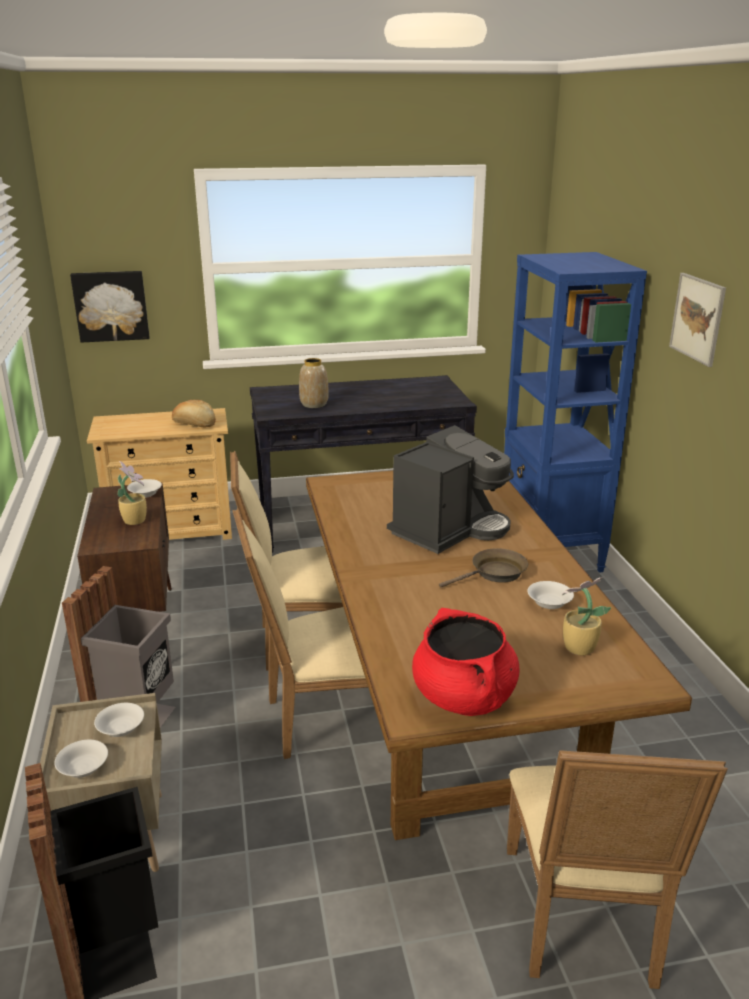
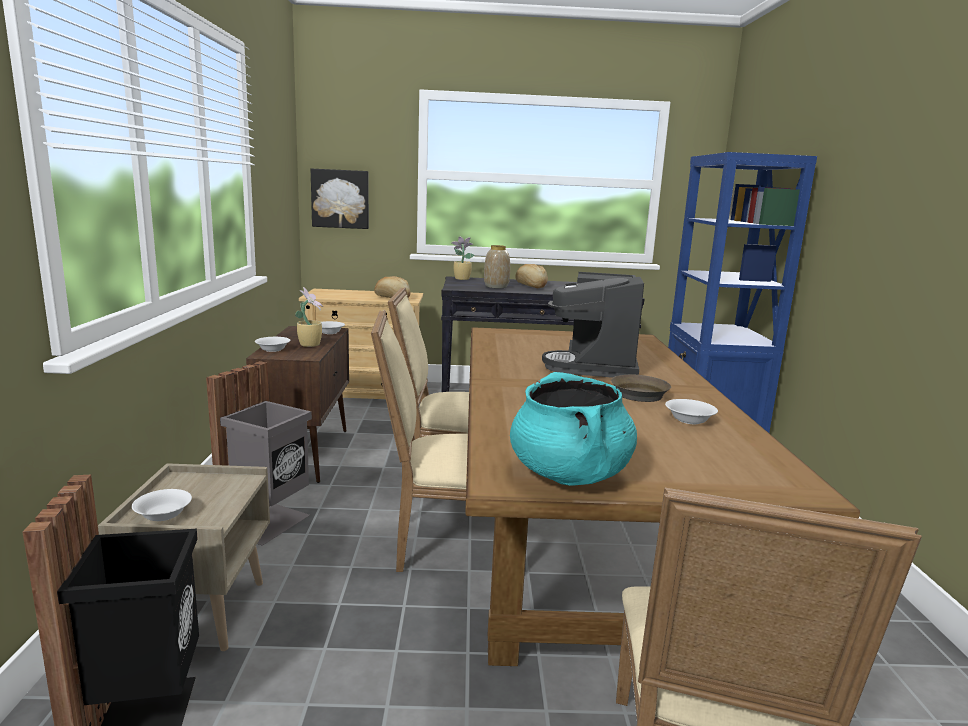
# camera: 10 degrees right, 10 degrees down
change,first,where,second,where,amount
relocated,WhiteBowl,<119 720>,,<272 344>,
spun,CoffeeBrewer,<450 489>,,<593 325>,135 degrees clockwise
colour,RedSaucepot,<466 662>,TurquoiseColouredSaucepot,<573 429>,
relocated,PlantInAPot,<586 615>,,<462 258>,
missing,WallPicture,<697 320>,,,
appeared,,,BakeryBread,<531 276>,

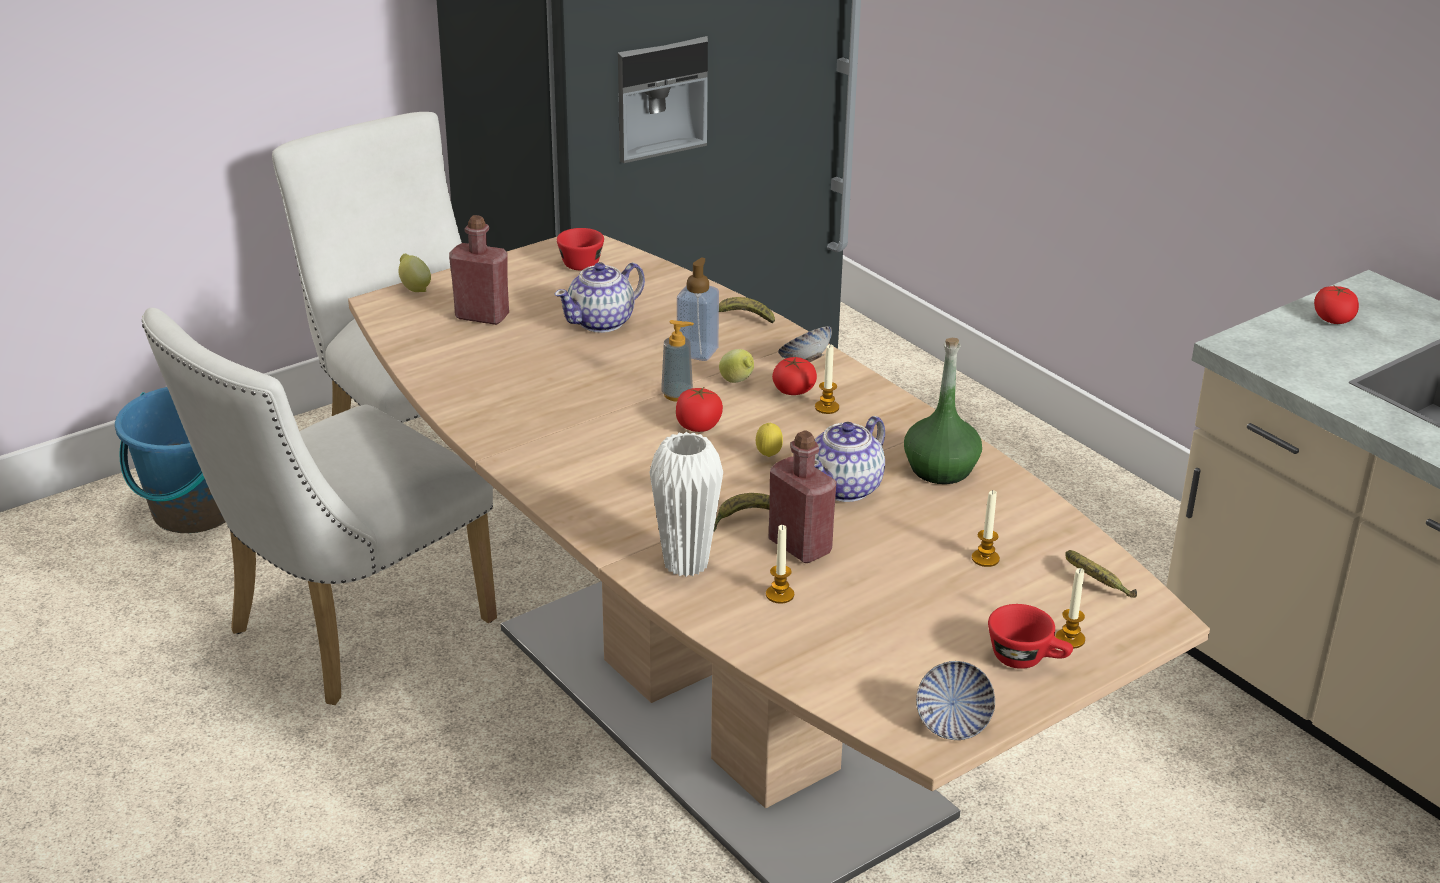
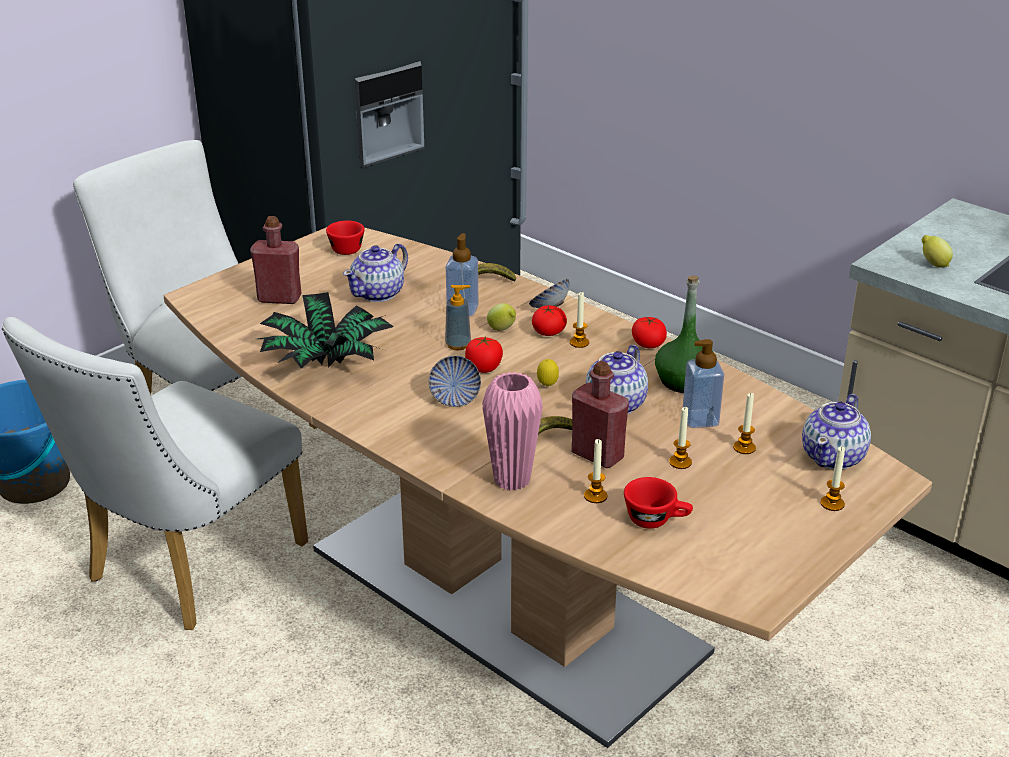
# camera: 10 degrees left, 0 degrees up
change,first,where,second,where,amount
relocated,CitrusFruit,<415 273>,,<937 251>,
colour,WhiteVase,<686 504>,PinkColouredVase,<512 431>,
relocated,Bowl,<955 700>,,<455 381>,
relocated,RedCup,<1030 636>,,<658 503>,
exchanged,WholeBanana,<1101 574>,TeaPot,<836 431>,
relocated,FreshTomato,<1336 305>,,<649 332>,
appeared,,,PlantInAPot,<326 330>,
appeared,,,WaxLight,<680 438>,
appeared,,,LiquidSoapBottle,<703 383>,

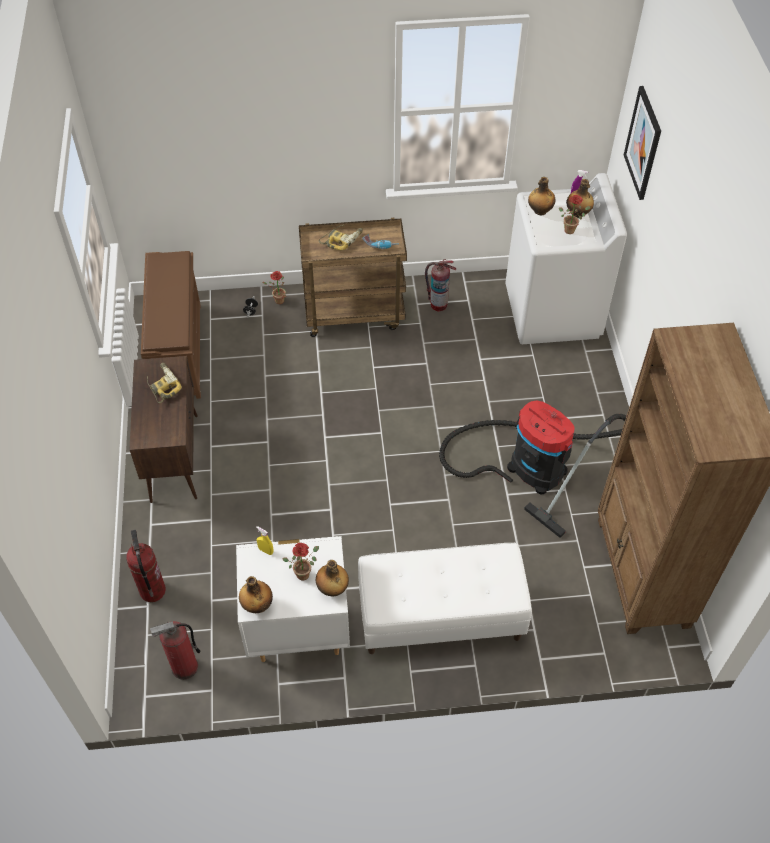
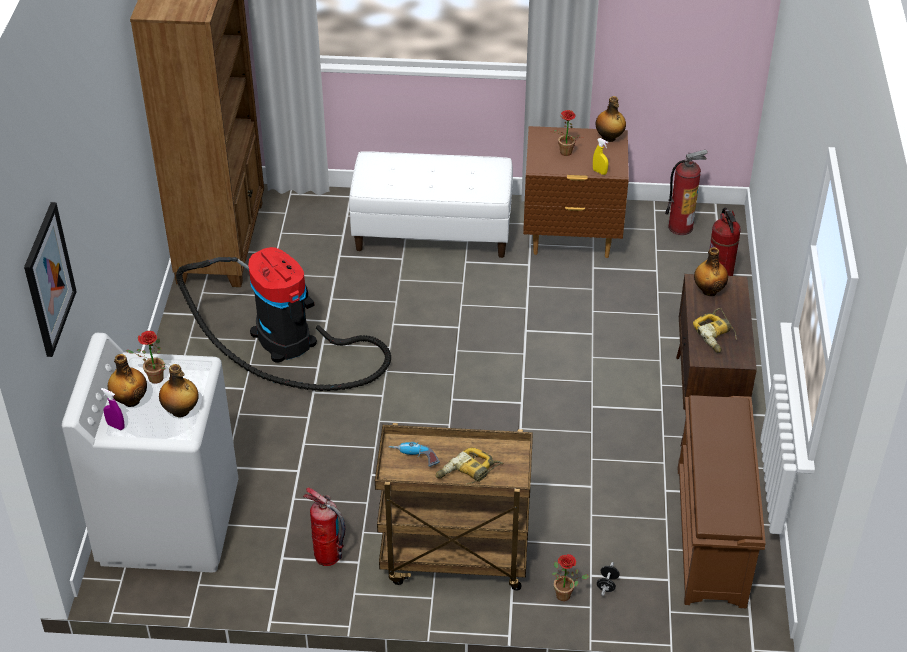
# camera: 170 degrees left, 10 degrees down
change,first,where,second,where,amount
colour,WhiteNightstand,<293 599>,BrownNightstand,<576 192>,
relocated,BeverageBottle,<332 578>,,<711 271>,

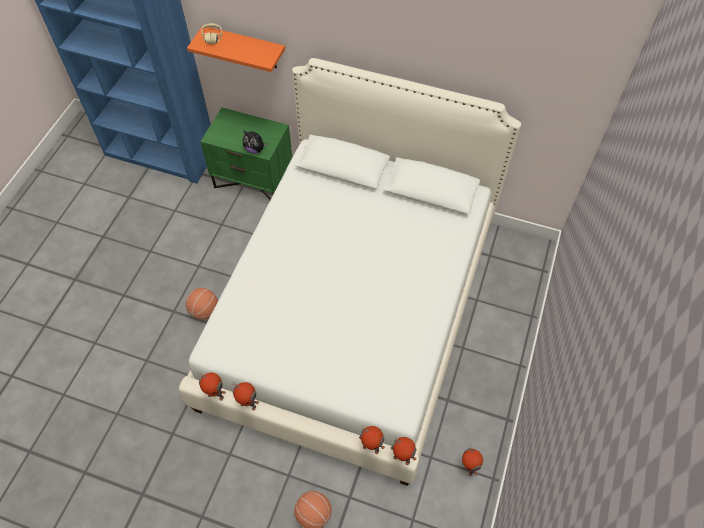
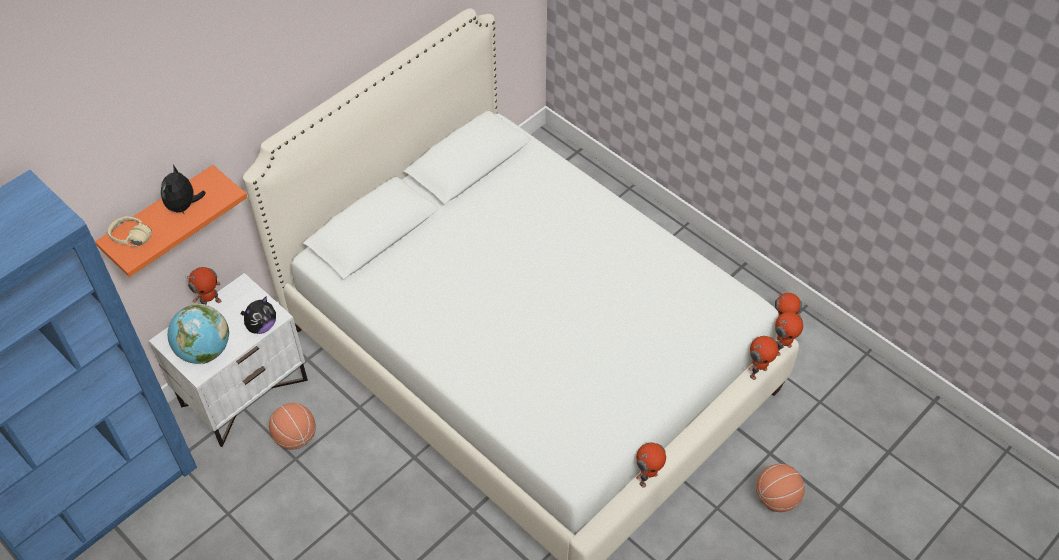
# camera: 65 degrees left, 5 degrees down
change,first,where,second,where,amount
relocated,BallForBasketball,<202 304>,,<292 426>,
relocated,ToyRobot,<212 386>,,<203 285>,
colour,GreenColouredNightstand,<246 153>,WhiteNightstand,<228 360>,
appeared,,,CuddlyToy,<183 189>,
appeared,,,WorldGlobe,<198 334>,

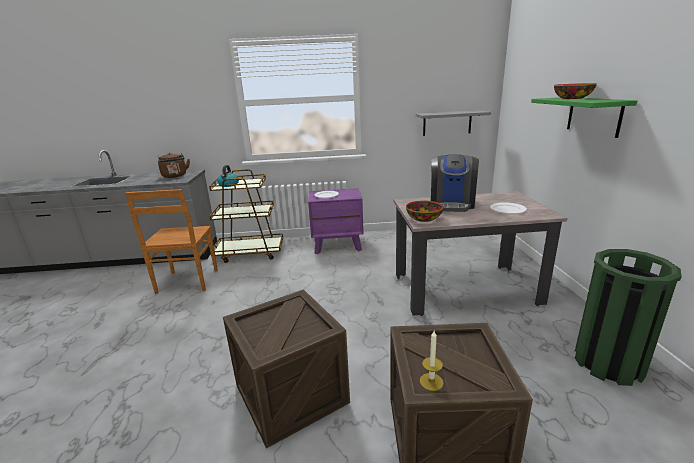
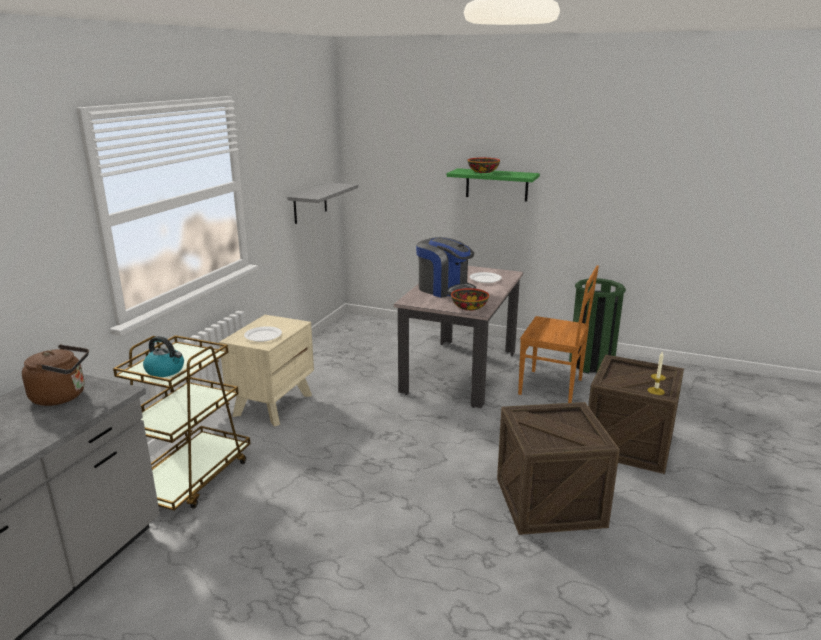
# camera: 65 degrees left, 0 degrees up
change,first,where,second,where,amount
relocated,BrownChair,<171 241>,,<558 334>,
colour,PurplishNightstand,<336 221>,BeigeNightstand,<266 371>,

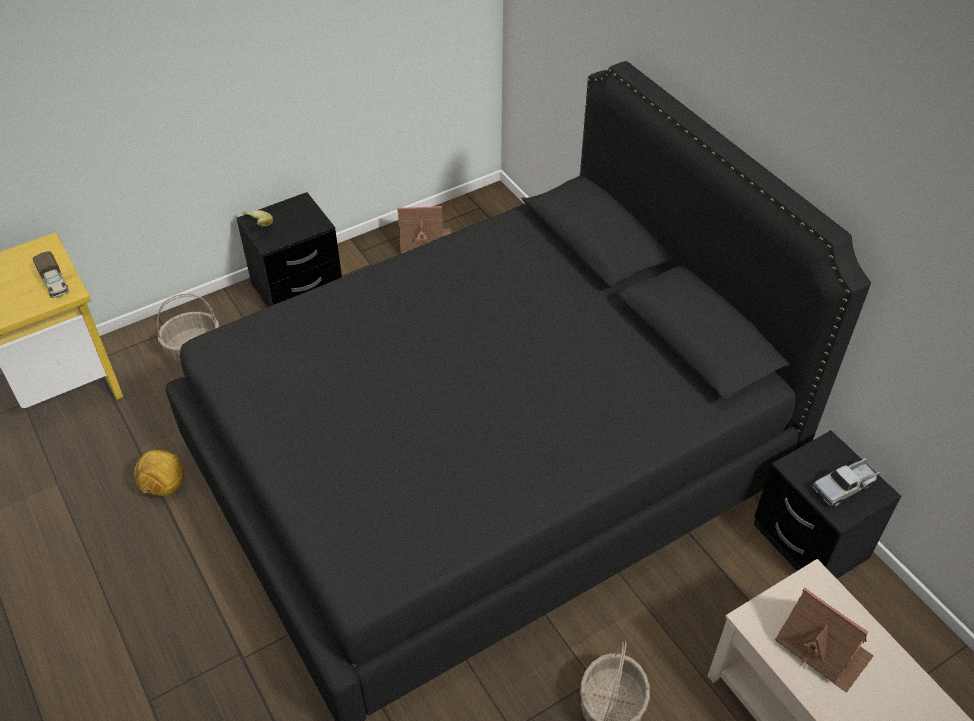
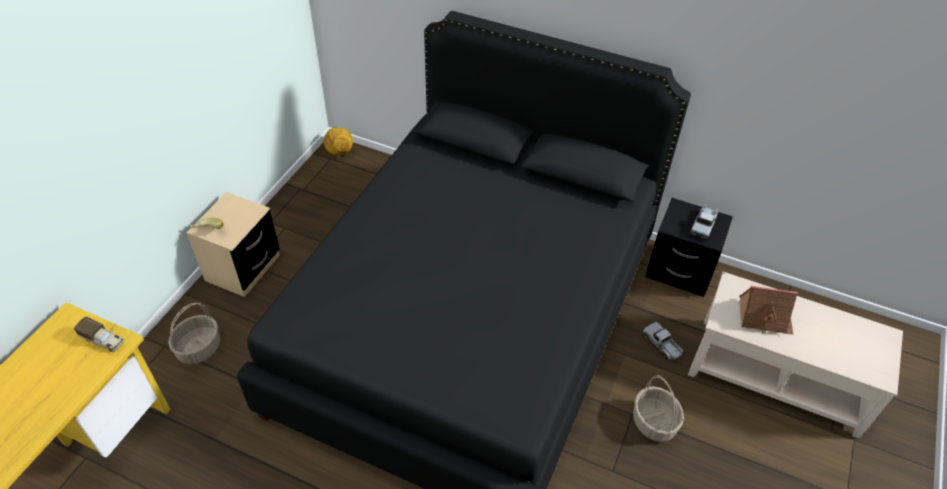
# camera: 35 degrees left, 0 degrees up
change,first,where,second,where,amount
relocated,BallForFootball,<159 472>,,<338 141>,
colour,BlackNightstand,<289 249>,BeigeNightstand,<233 244>,
missing,MiniatureHouse,<424 229>,,,
appeared,,,ModelTruck,<663 341>,

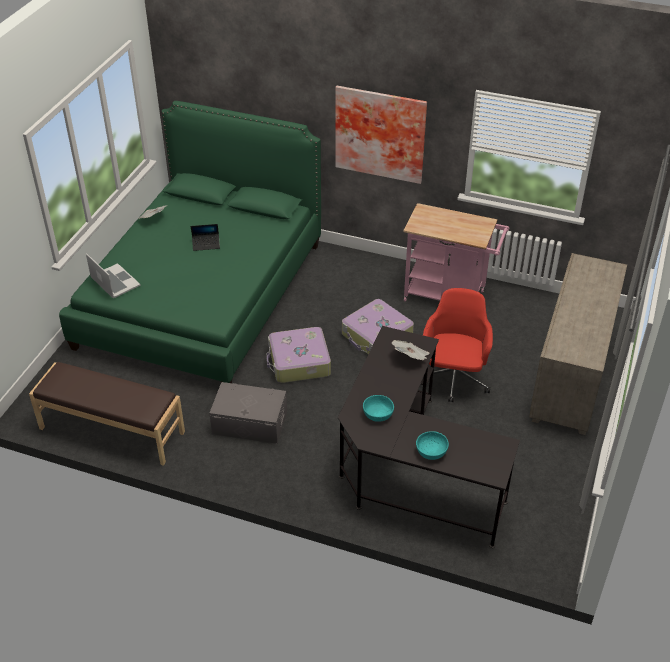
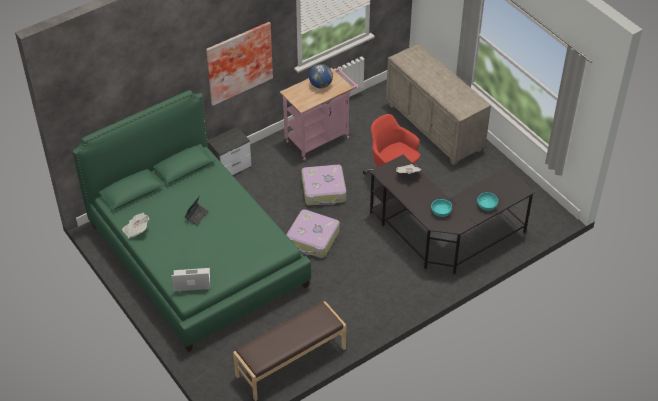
# camera: 55 degrees left, 5 degrees up
change,first,where,second,where,amount
missing,GreyStorageBin,<248 413>,,,
appeared,,,Nightstand,<229 151>,
appeared,,,WorldGlobe,<321 76>,

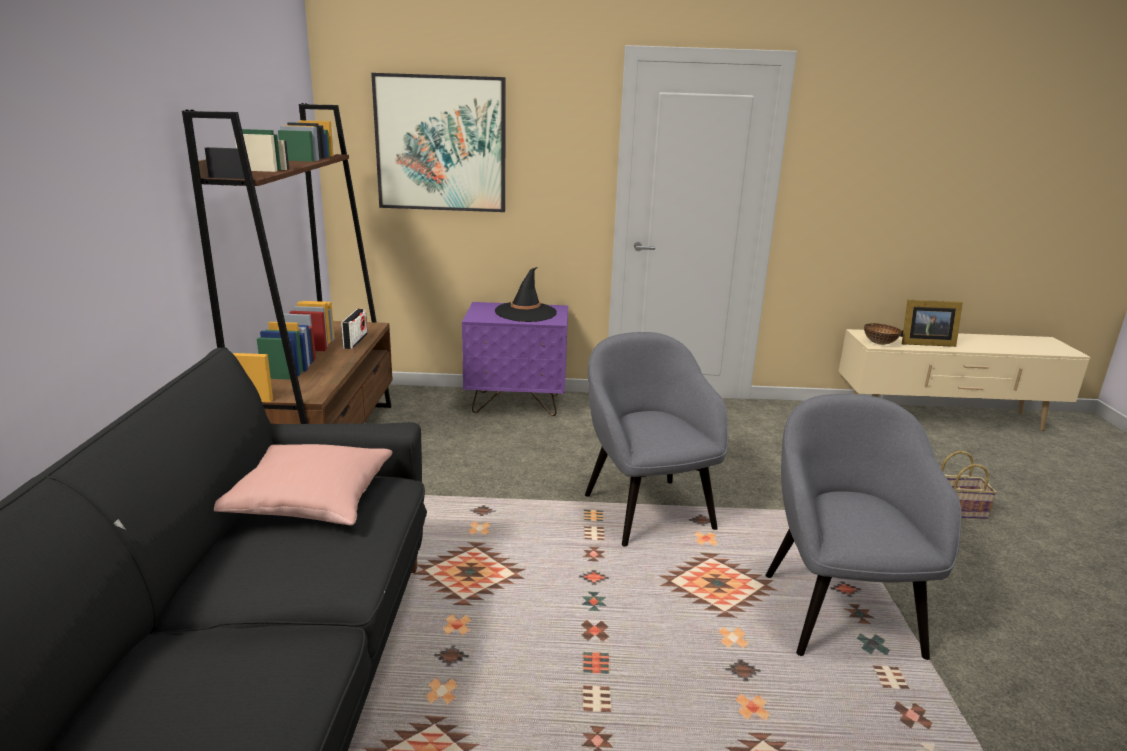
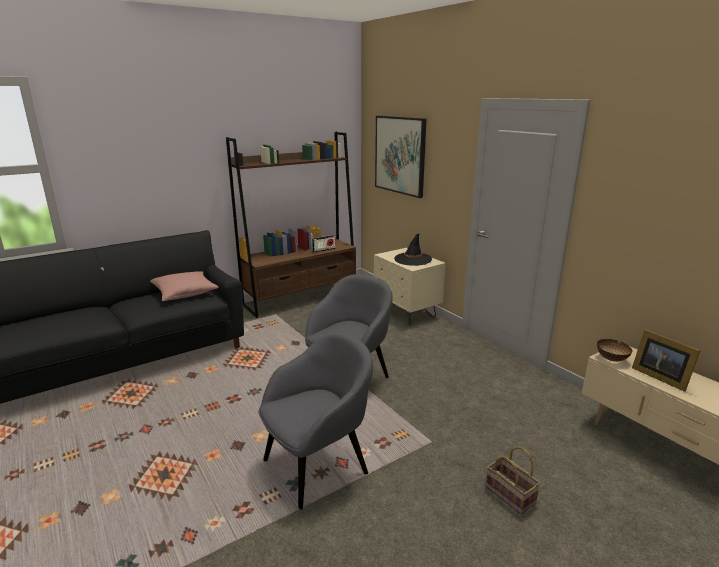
# camera: 55 degrees right, 0 degrees up
change,first,where,second,where,amount
colour,PurplishNightstand,<515 359>,BeigeNightstand,<410 286>,

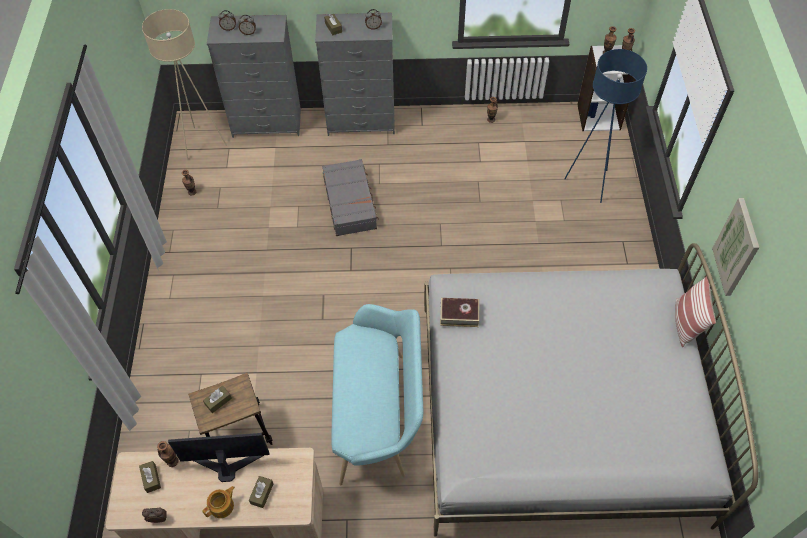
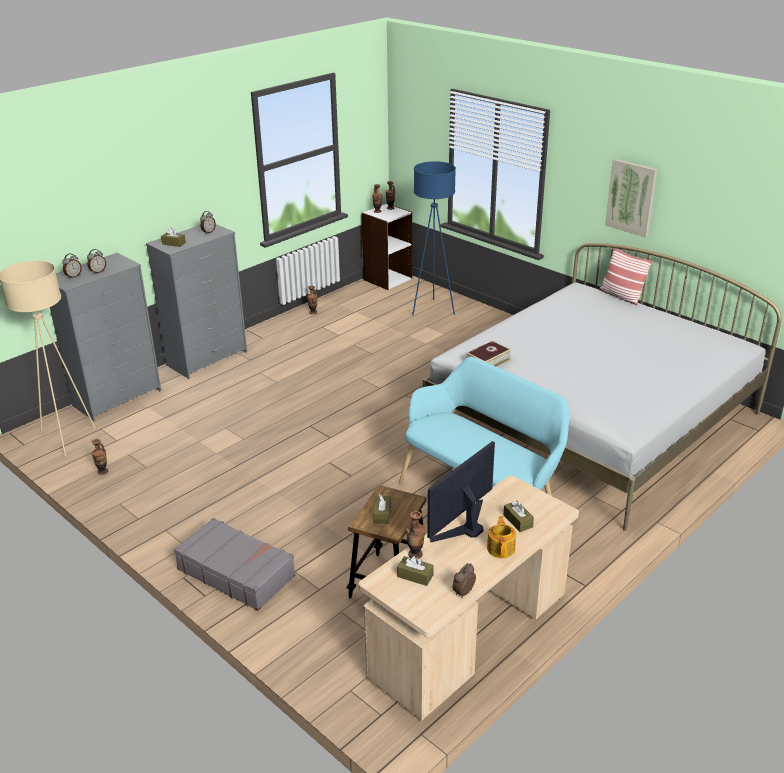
# camera: 45 degrees left, 25 degrees down
change,first,where,second,where,amount
relocated,GreyTravelCase,<350 197>,,<234 564>,

